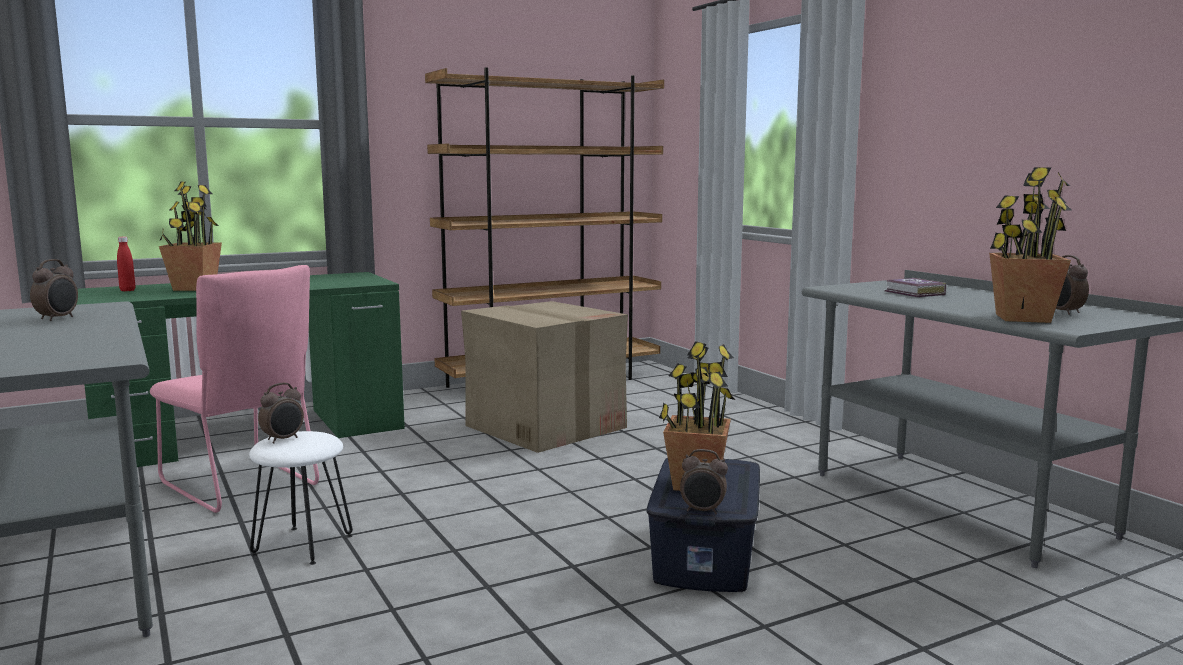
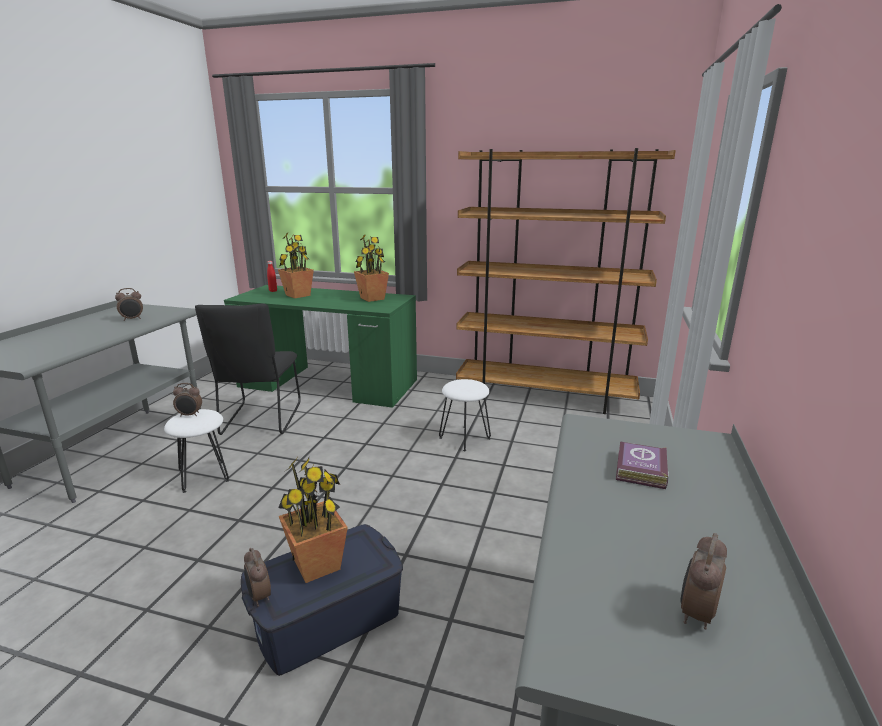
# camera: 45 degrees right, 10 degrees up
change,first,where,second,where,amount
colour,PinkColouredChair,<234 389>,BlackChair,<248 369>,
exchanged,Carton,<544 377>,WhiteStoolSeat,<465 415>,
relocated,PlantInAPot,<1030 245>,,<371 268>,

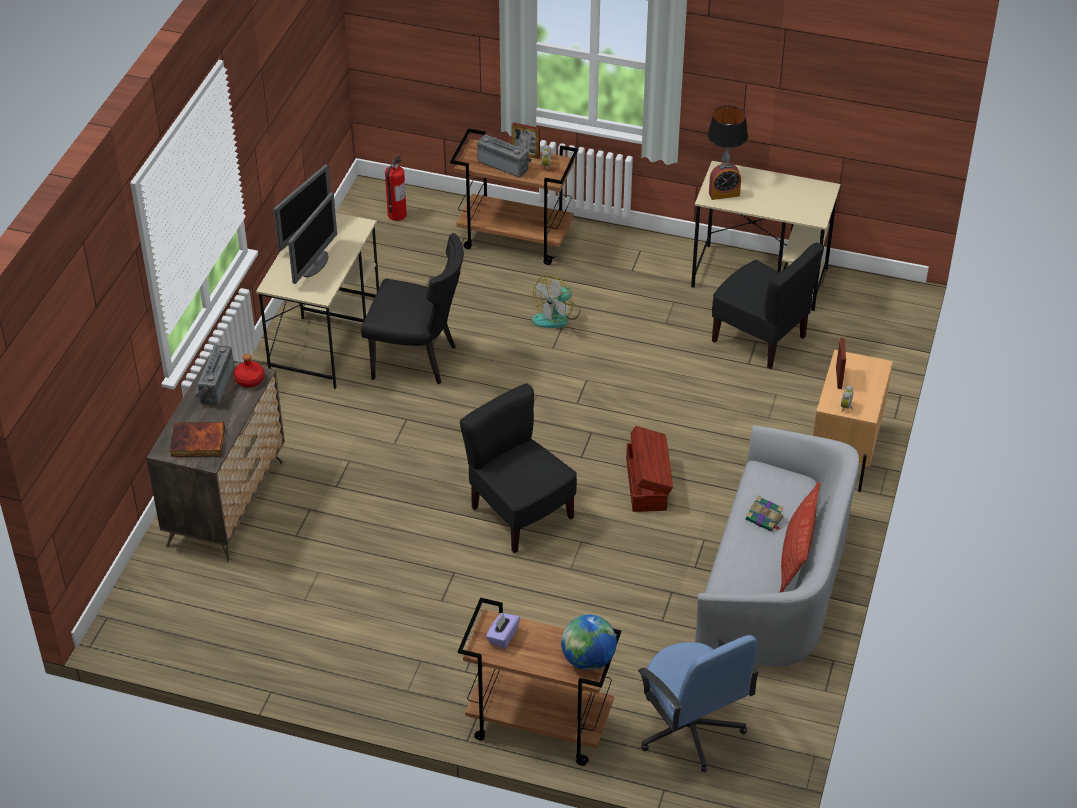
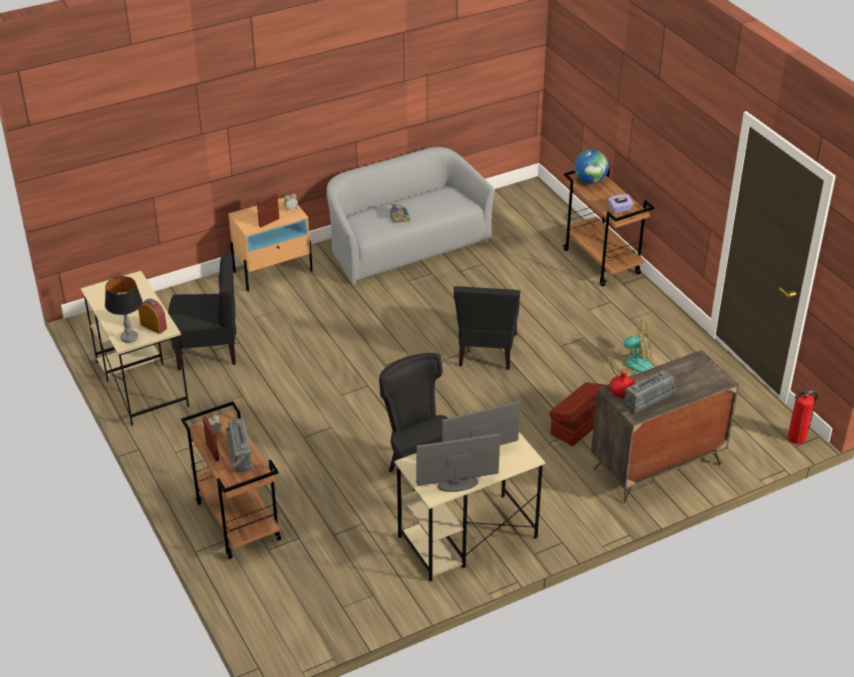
# camera: 135 degrees left, 5 degrees down
change,first,where,second,where,amount
missing,BoundBook,<197 439>,,,
relocated,Extinguisher,<396 187>,,<803 417>,
relocated,ElectricFan,<556 301>,,<631 348>,
relocated,BrownStorageBin,<649 469>,,<577 414>,
missing,BlueColouredOfficeChair,<699 703>,,,
spun,BlackChair,<768 306>,,<202 311>,90 degrees clockwise
missing,Pillow,<799 537>,,,

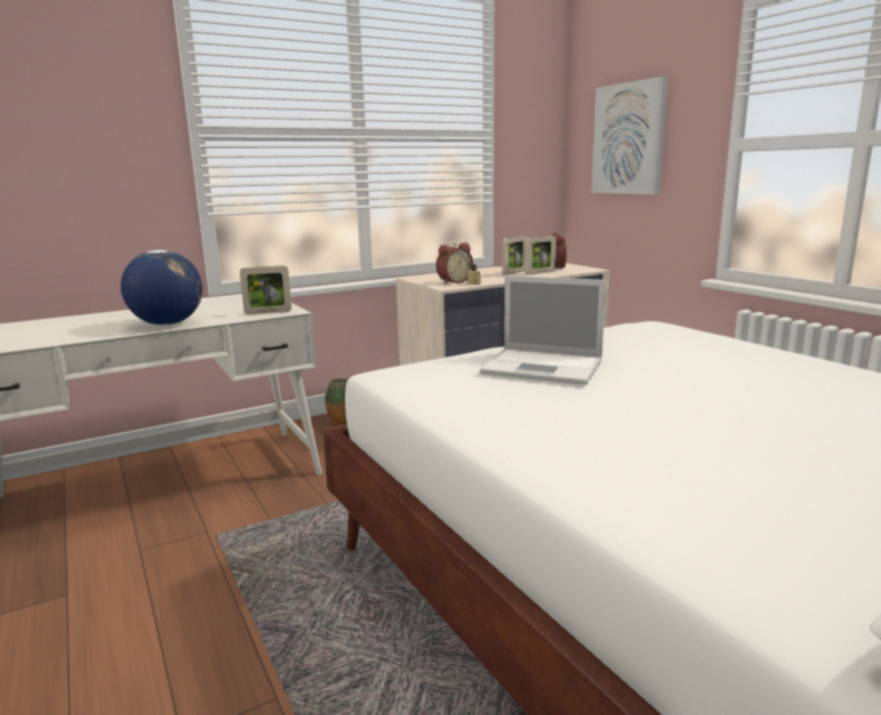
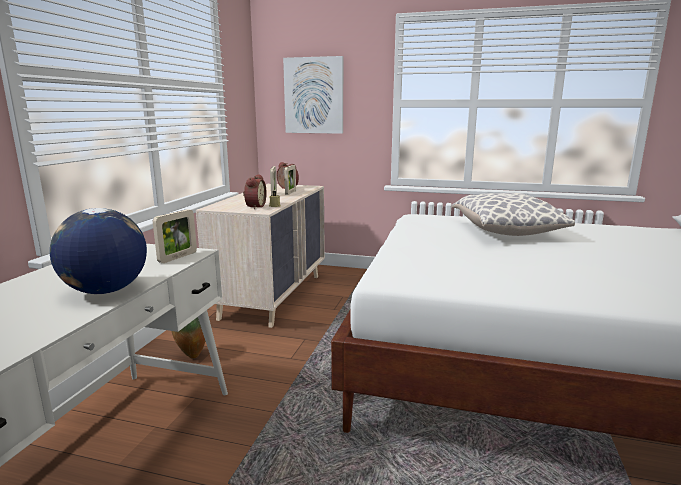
# camera: 45 degrees left, 0 degrees up
change,first,where,second,where,amount
missing,PortableComputer,<543 330>,,,
appeared,,,Pillow,<513 214>,

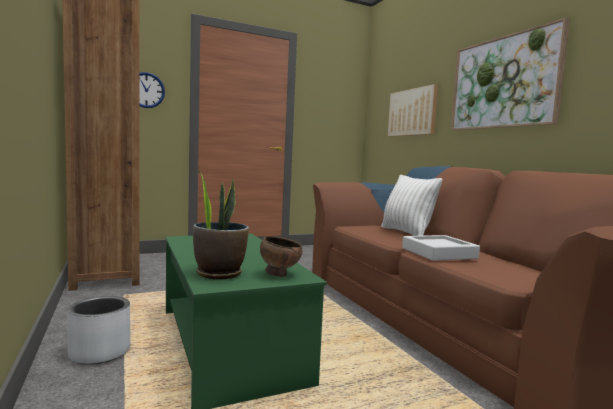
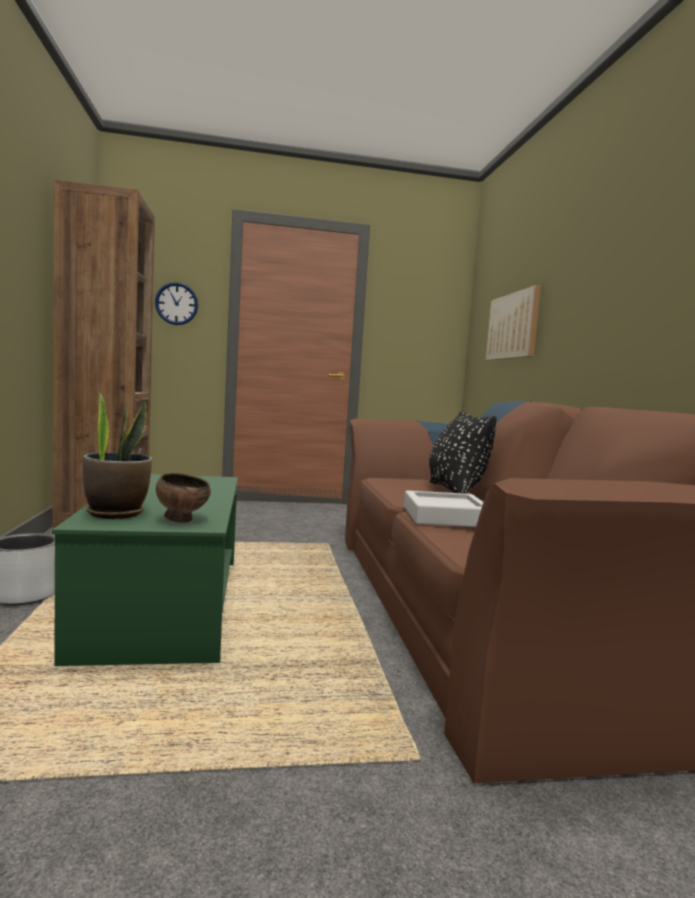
# camera: 15 degrees right, 0 degrees up
change,first,where,second,where,amount
colour,WhitePillow,<411 205>,BlackPillow,<463 452>,
missing,WallPicture,<510 73>,,,

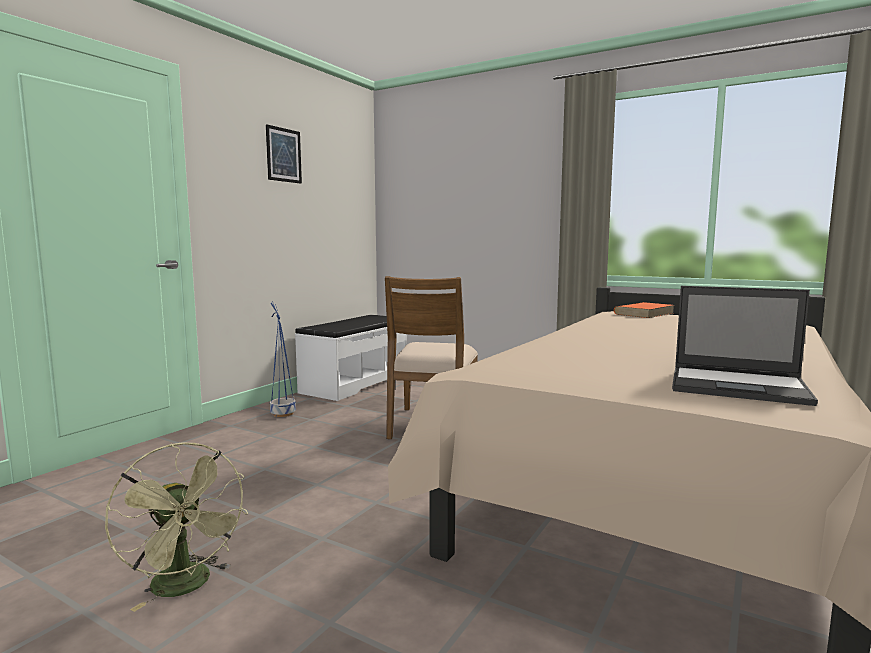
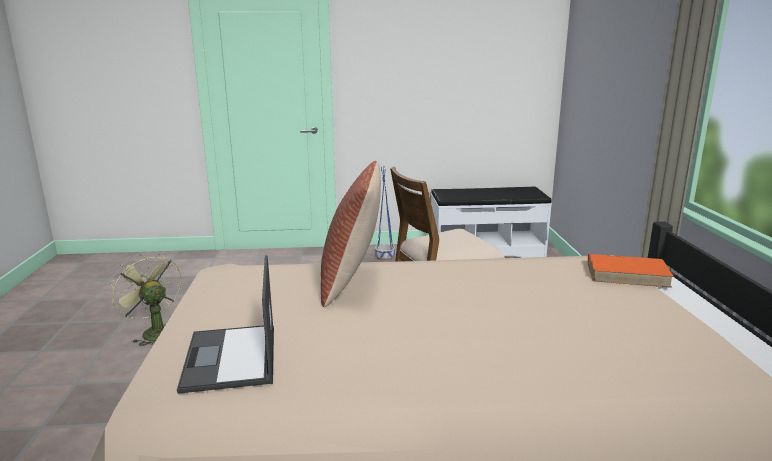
# camera: 55 degrees right, 10 degrees up
change,first,where,second,where,amount
spun,GreenColouredElectricFan,<176 527>,,<145 300>,120 degrees clockwise
missing,WallPicture,<284 154>,,,
appeared,,,Pillow,<351 234>,

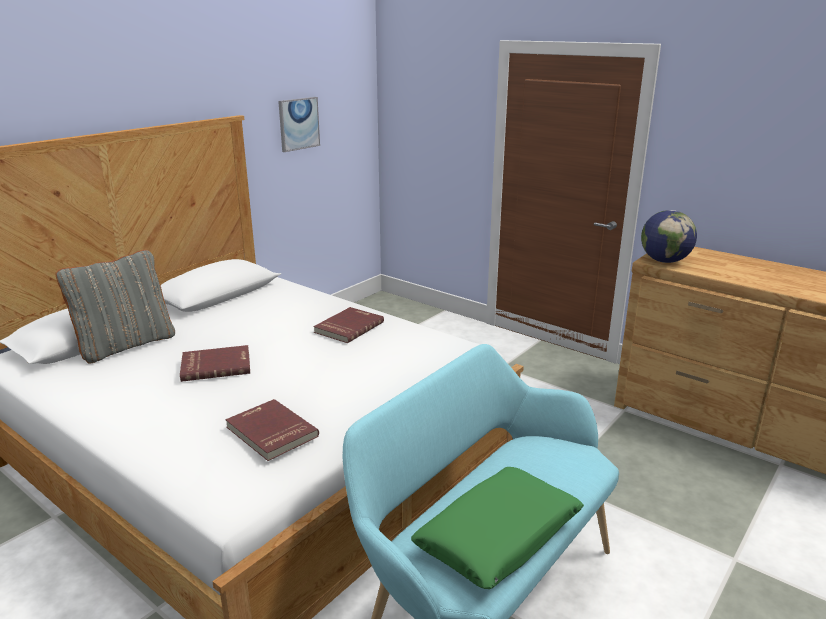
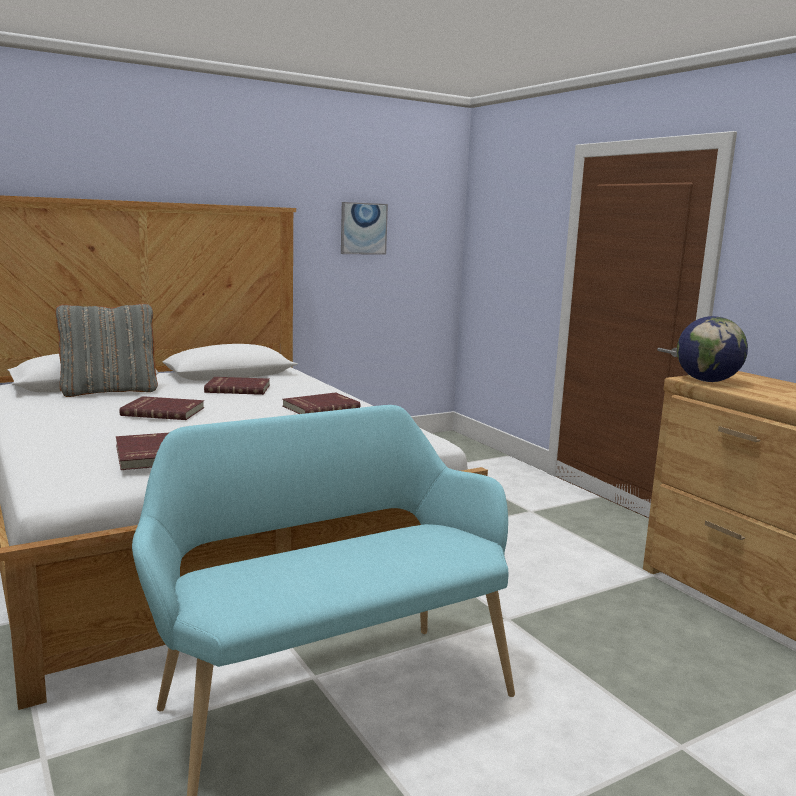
# camera: 20 degrees right, 10 degrees down
change,first,where,second,where,amount
missing,GreenColouredPillow,<497 528>,,,
appeared,,,RedBoundBook,<237 386>,

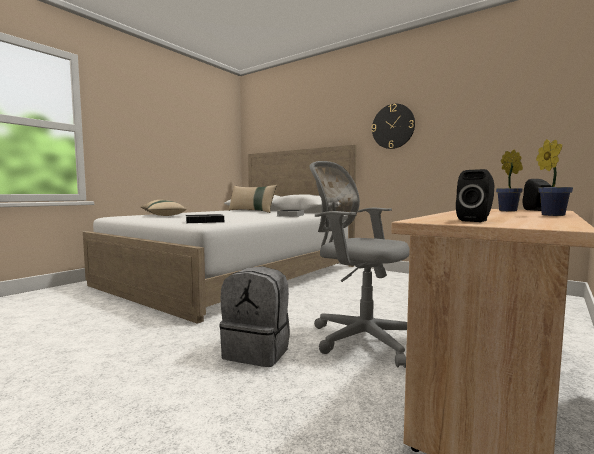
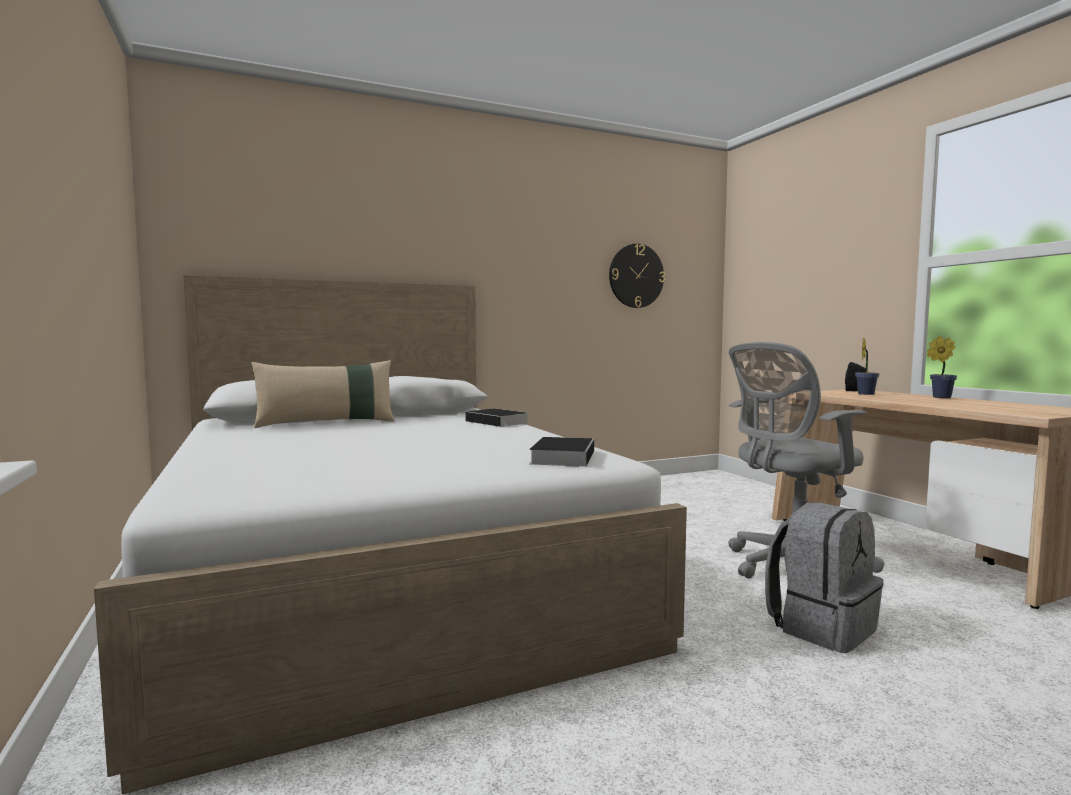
# camera: 60 degrees left, 0 degrees up
change,first,where,second,where,amount
missing,BeigePillow,<163 208>,,,
relocated,WallClock,<393 126>,,<637 276>,
missing,BlackSpeaker,<475 195>,,,

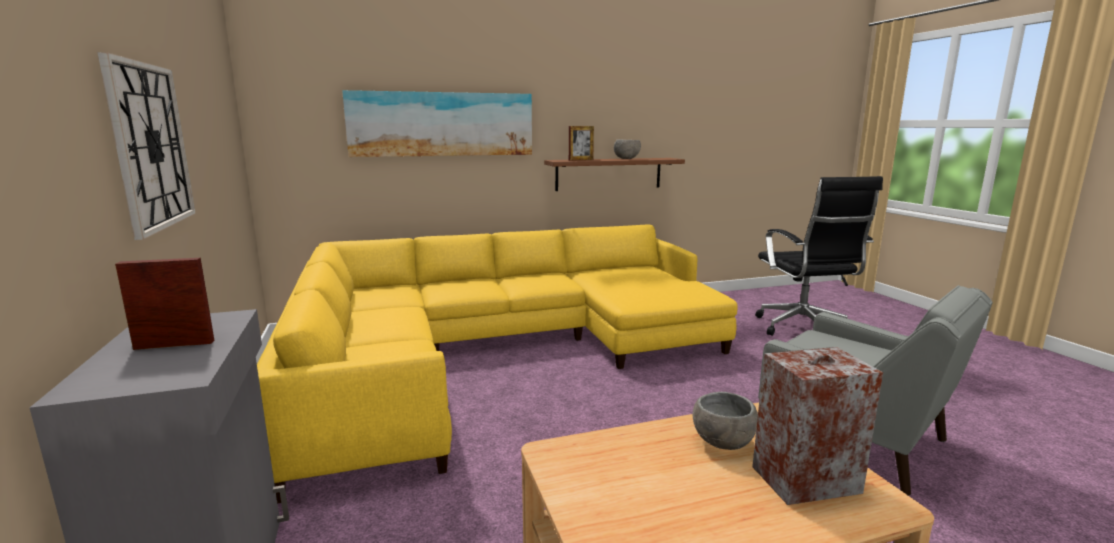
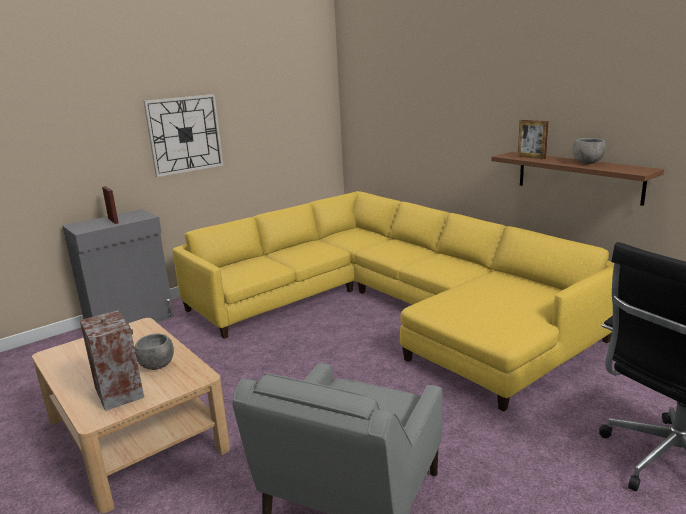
# camera: 70 degrees right, 5 degrees up
change,first,where,second,where,amount
missing,WallPicture,<437 123>,,,

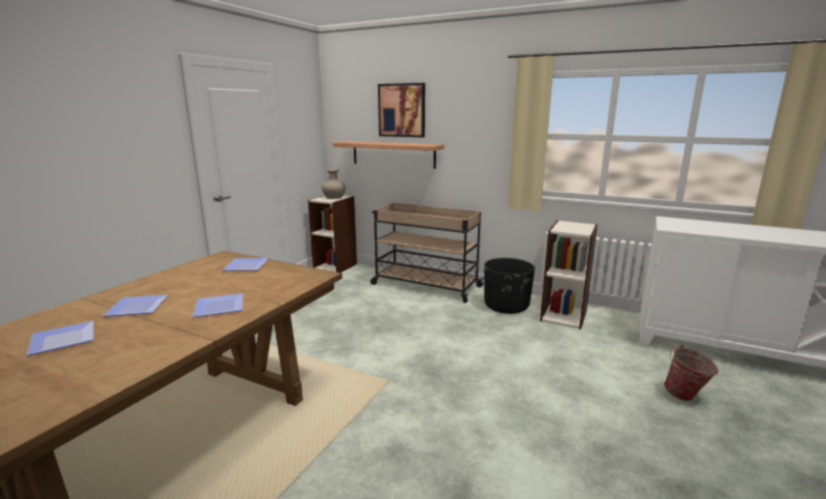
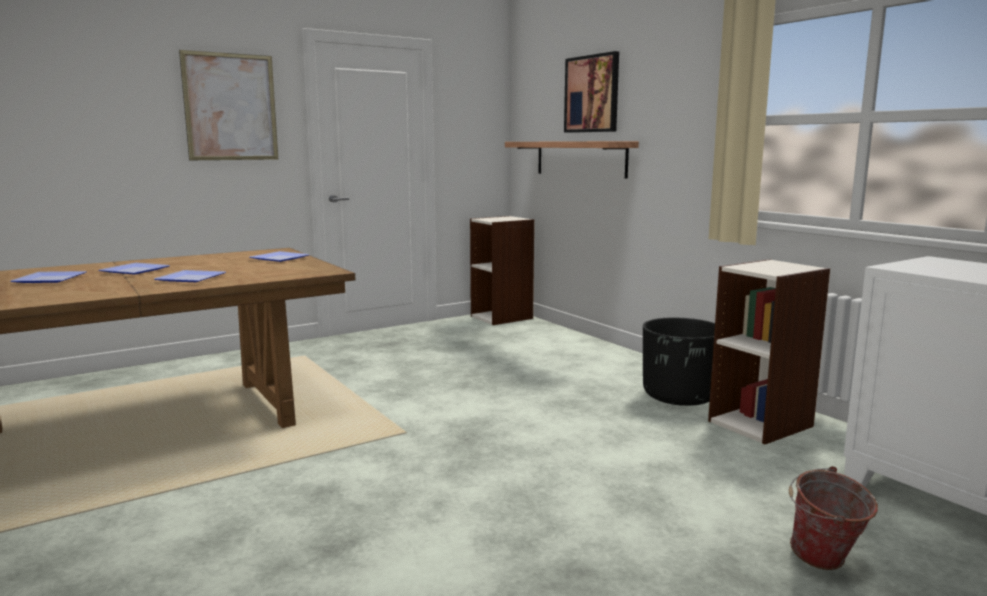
# camera: 30 degrees right, 5 degrees down
change,first,where,second,where,amount
missing,BeigeVase,<334 184>,,,
missing,BeigeWheeledCart,<427 252>,,,
appeared,,,WallPicture,<228 105>,

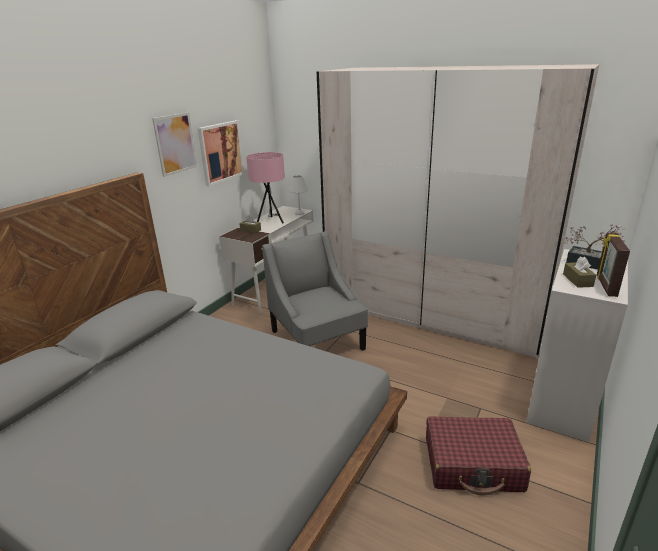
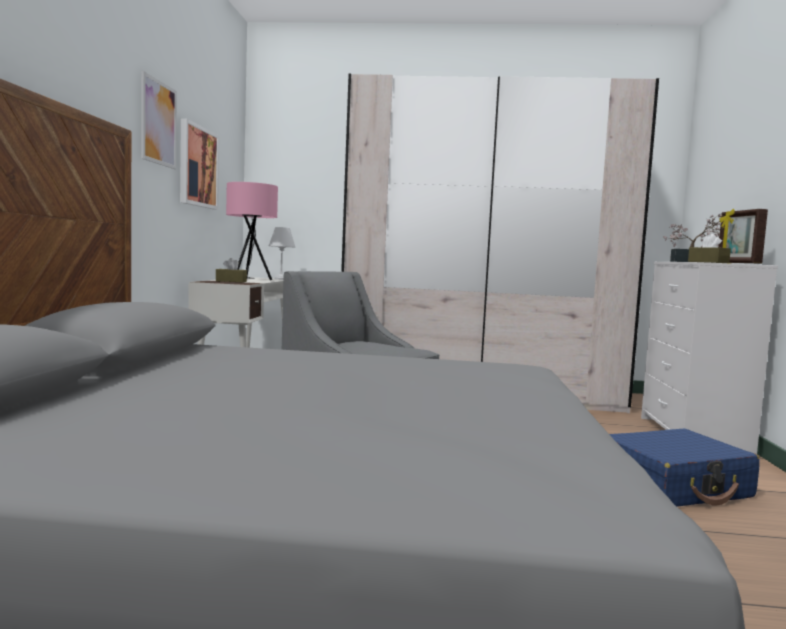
# camera: 25 degrees left, 20 degrees down
change,first,where,second,where,amount
colour,RedTravelCase,<478 455>,BlueColouredTravelCase,<684 468>,

